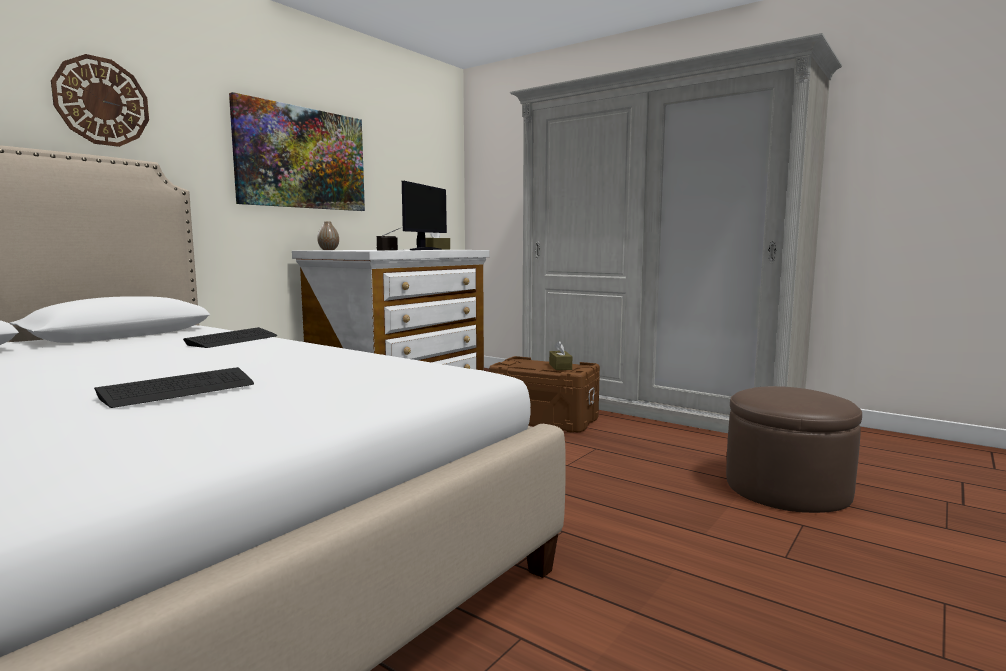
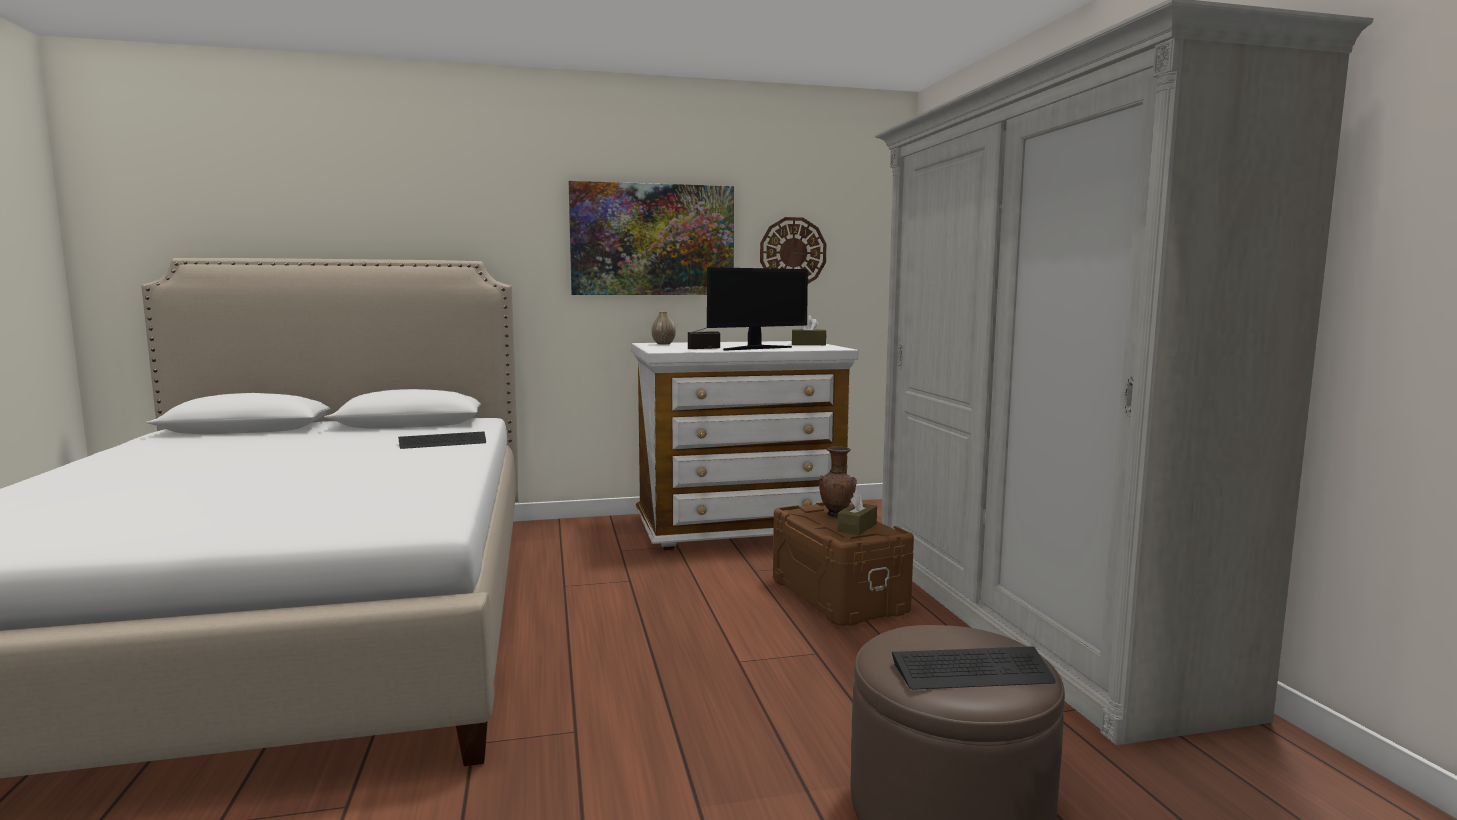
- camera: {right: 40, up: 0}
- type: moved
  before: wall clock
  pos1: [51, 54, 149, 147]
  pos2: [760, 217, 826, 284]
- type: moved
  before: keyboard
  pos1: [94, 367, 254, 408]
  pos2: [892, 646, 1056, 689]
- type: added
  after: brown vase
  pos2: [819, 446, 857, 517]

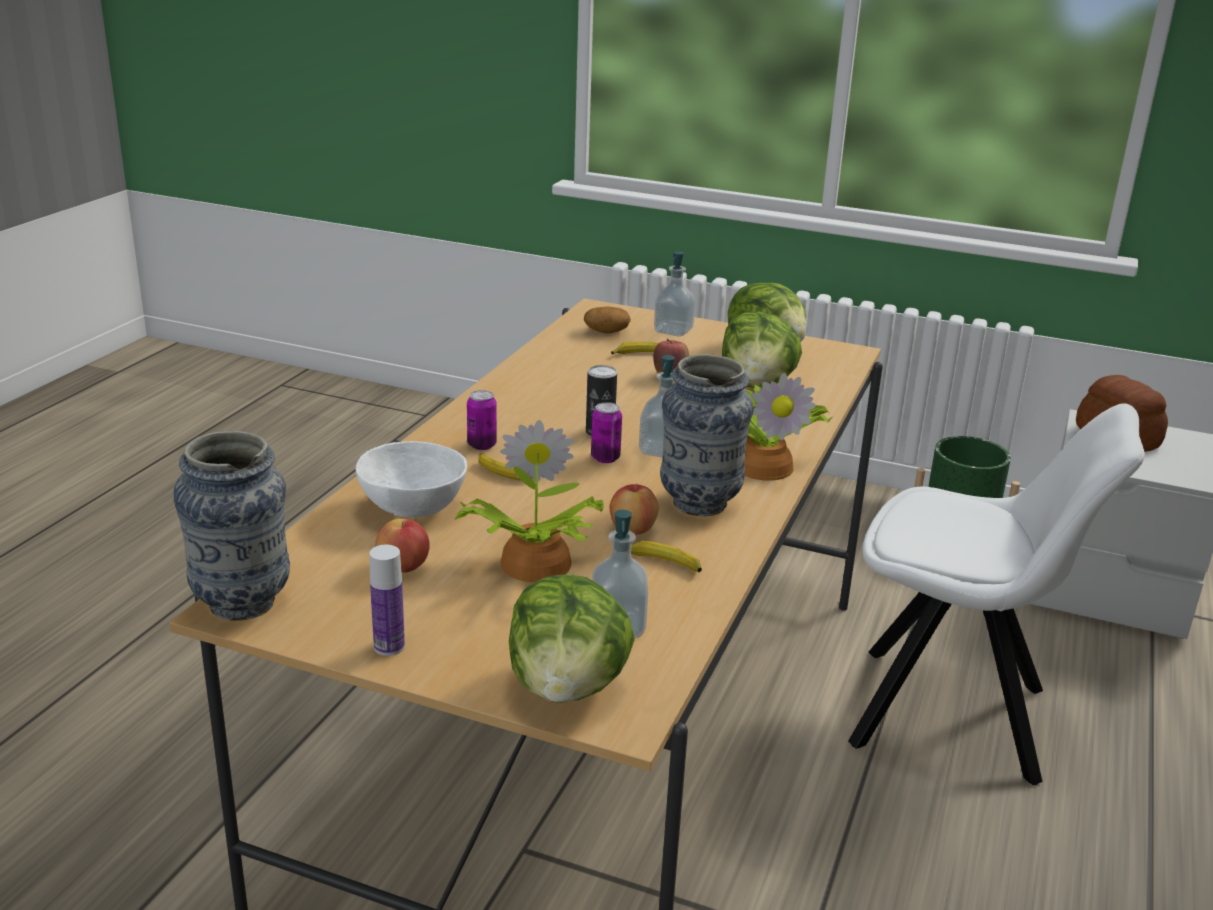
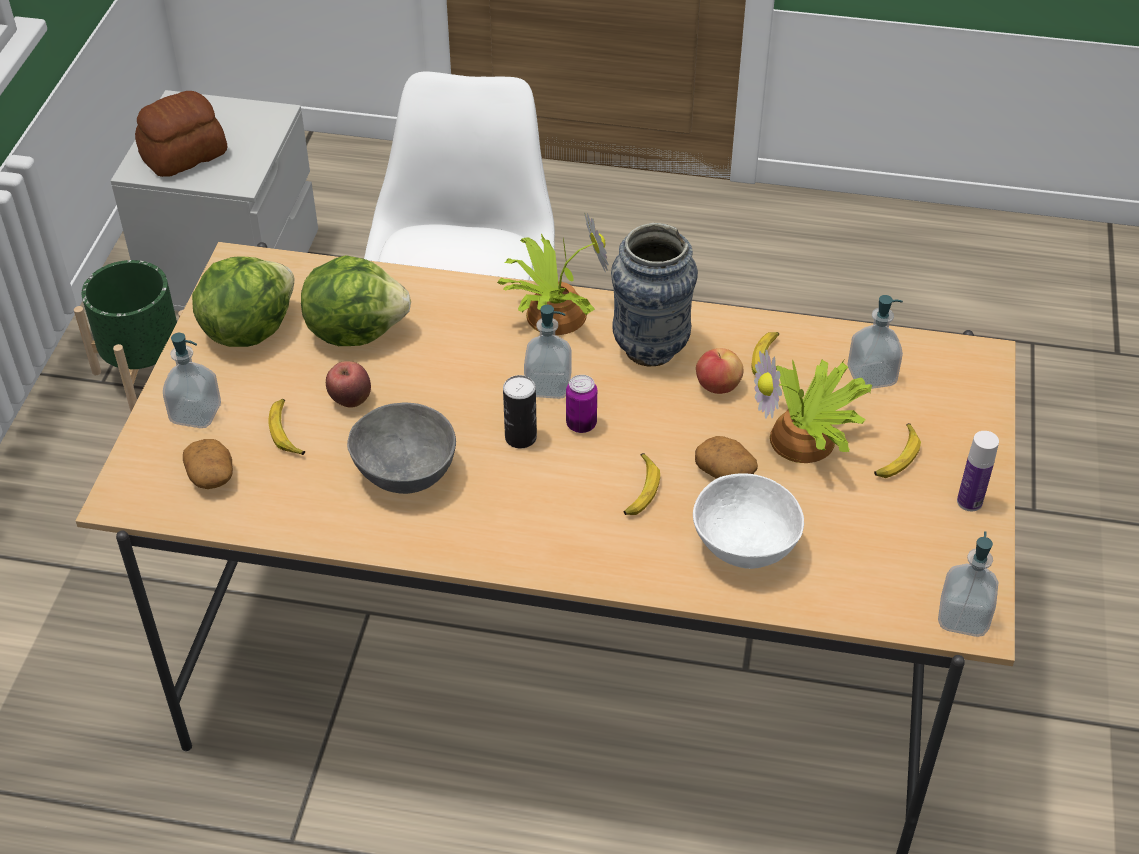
- camera: {right: -100, up: 20}
- type: removed
  before: can
  pos1: [467, 390, 497, 450]
- type: replaced
  before: vase
  after: soap dispenser
  pos1: [173, 431, 290, 621]
  pos2: [938, 531, 998, 637]
- type: removed
  before: apple
  pos1: [375, 519, 430, 573]
- type: removed
  before: lettuce
  pos1: [509, 574, 635, 703]
- type: added
  after: grey bowl
  pos2: [347, 403, 456, 494]
- type: added
  after: banana
  pos2: [874, 423, 921, 478]
- type: added
  after: potato
  pos2: [695, 436, 758, 479]

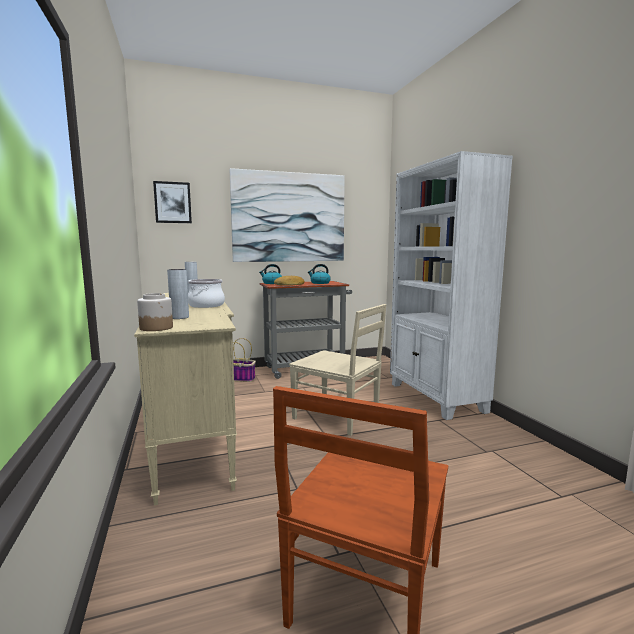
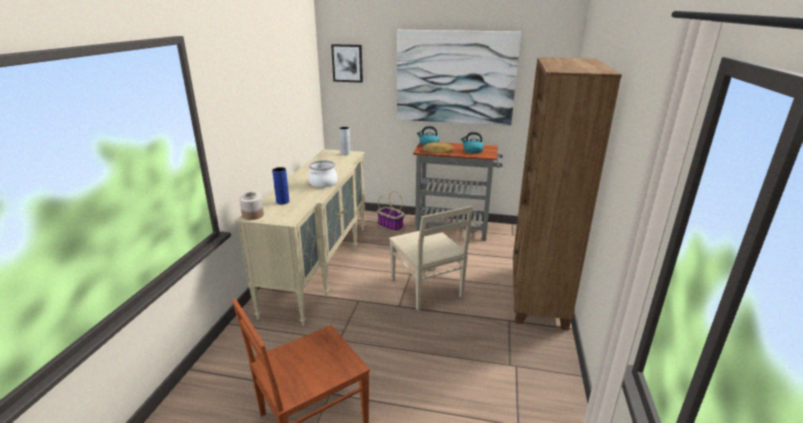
- camera: {right: 30, up: 15}
- type: recoloured
  before: white bookcase
  after: brown bookcase
  pos1: [390, 151, 513, 420]
  pos2: [513, 57, 622, 330]
- type: recoloured
  before: grey vase
  after: blue vase
  pos1: [167, 269, 189, 319]
  pos2: [272, 167, 289, 204]

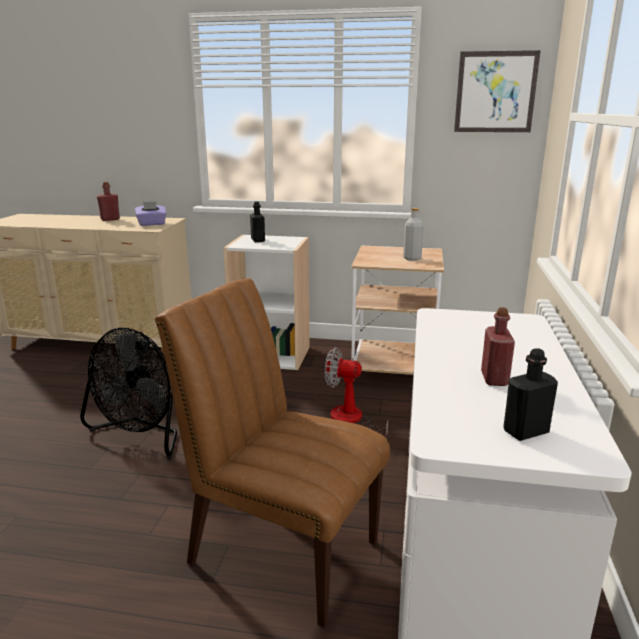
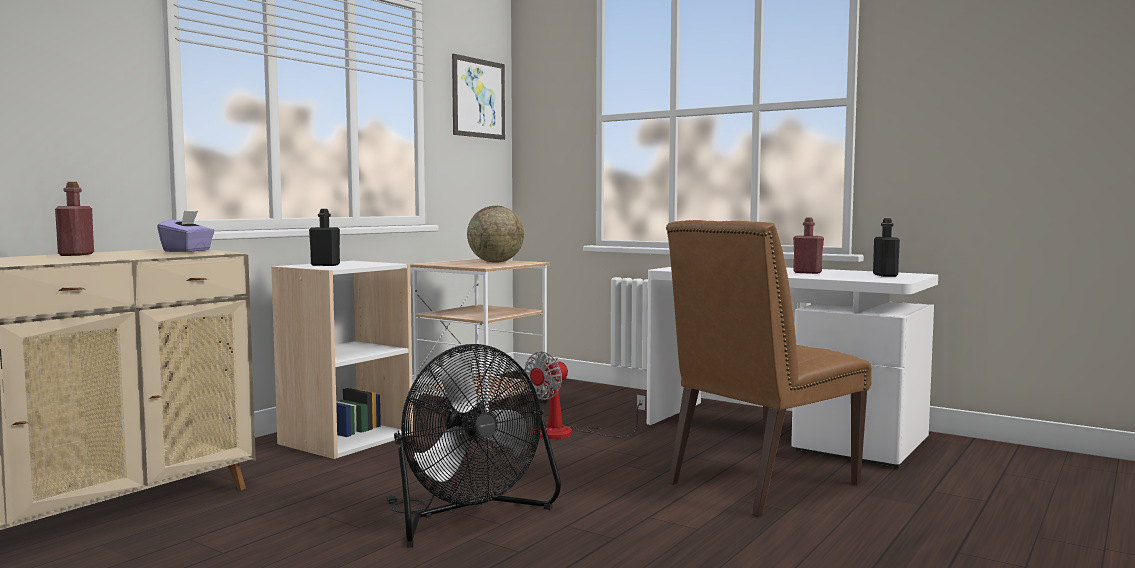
- camera: {right: -65, up: -15}
- type: replaced
  before: grey bottle
  after: globe
  pos1: [403, 208, 424, 260]
  pos2: [467, 206, 524, 263]

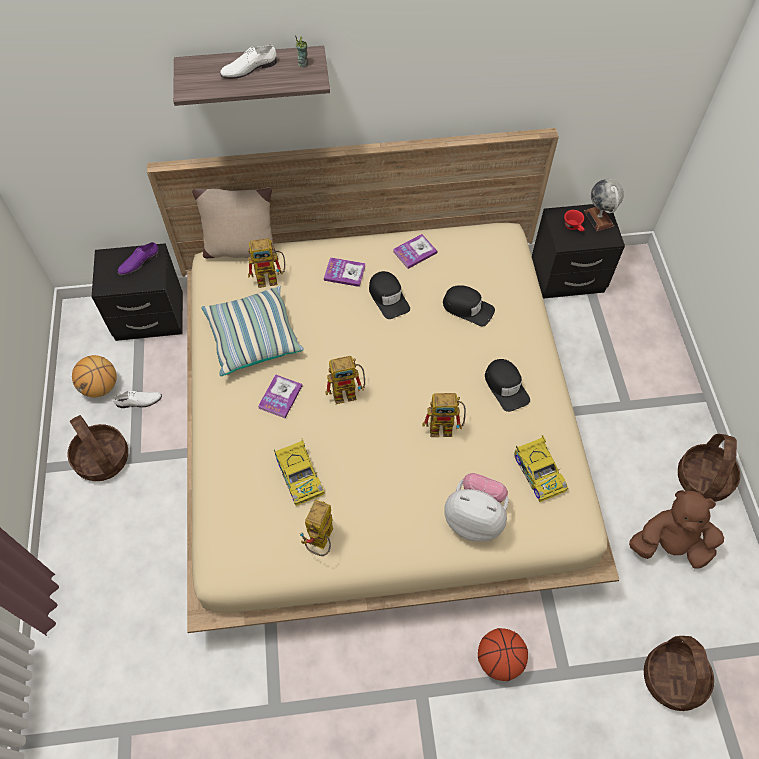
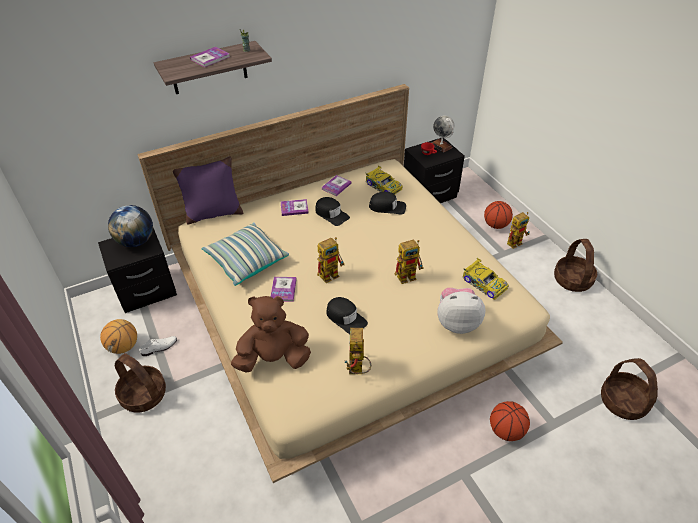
- camera: {right: -20, up: -15}
- type: replaced
  before: white shoe
  after: book
  pos1: [220, 45, 277, 79]
  pos2: [190, 47, 230, 67]
- type: recoloured
  before: beige pillow
  after: purple pillow
  pos1: [192, 187, 278, 262]
  pos2: [173, 157, 244, 224]
- type: moved
  before: toy robot
  pos1: [248, 238, 285, 288]
  pos2: [507, 212, 530, 249]
- type: replaced
  before: purple shoe
  after: globe
  pos1: [118, 242, 159, 275]
  pos2: [108, 205, 153, 247]
- type: moved
  before: black cap
  pos1: [485, 359, 530, 412]
  pos2: [326, 297, 368, 334]
- type: moved
  before: toy car
  pos1: [274, 439, 325, 506]
  pos2: [366, 166, 403, 195]
- type: moved
  before: brown plush toy
  pos1: [629, 490, 724, 569]
  pos2: [231, 296, 311, 373]
- type: added
  after: basketball
  pos2: [484, 201, 513, 229]

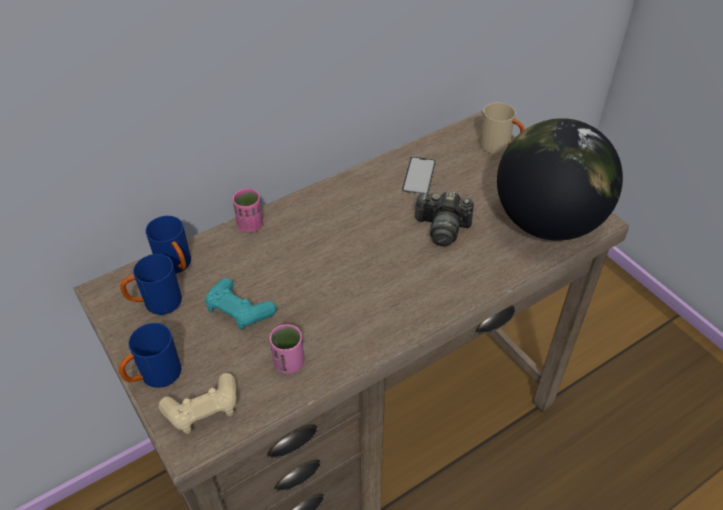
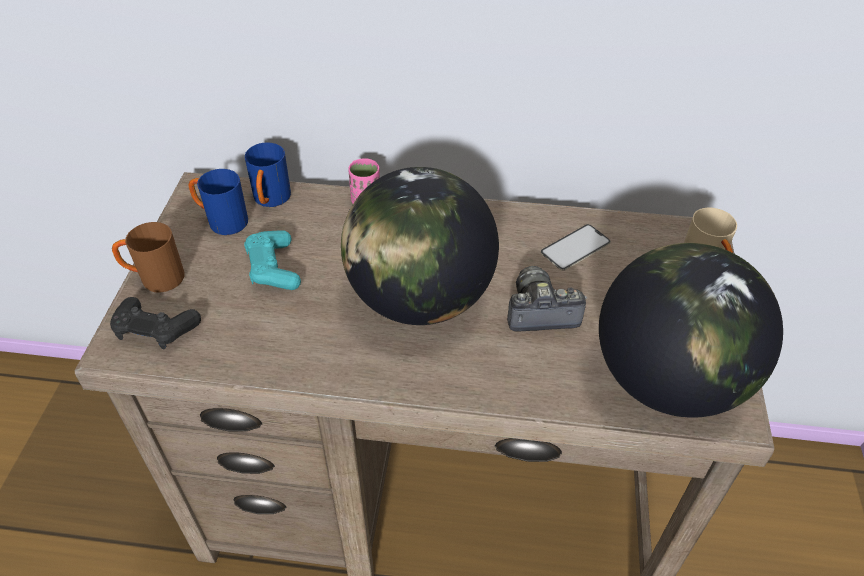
- camera: {right: 40, up: 0}
- type: turned
  before: photo camera
  pos1: [414, 191, 474, 247]
  pos2: [507, 266, 587, 332]
  turn: 120
- type: recoloured
  before: blue mug
  after: brown mug
  pos1: [119, 323, 182, 388]
  pos2: [112, 222, 184, 293]
- type: removed
  before: pink cup
  pos1: [270, 324, 304, 374]
- type: recoloured
  before: beige game controller
  after: black game controller
  pos1: [158, 373, 237, 434]
  pos2: [110, 297, 201, 349]
- type: added
  after: globe
  pos2: [341, 167, 499, 325]

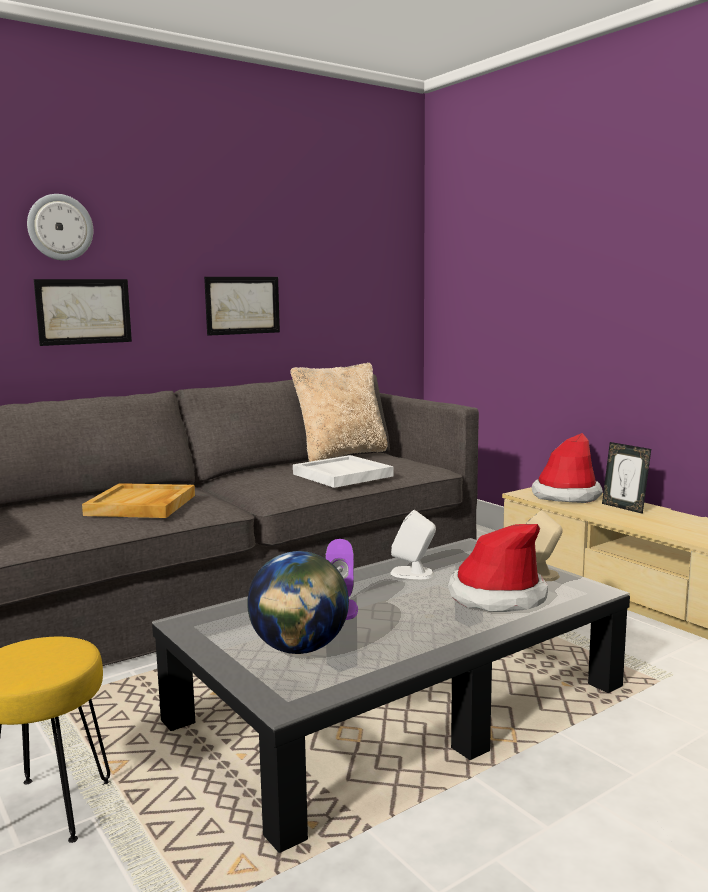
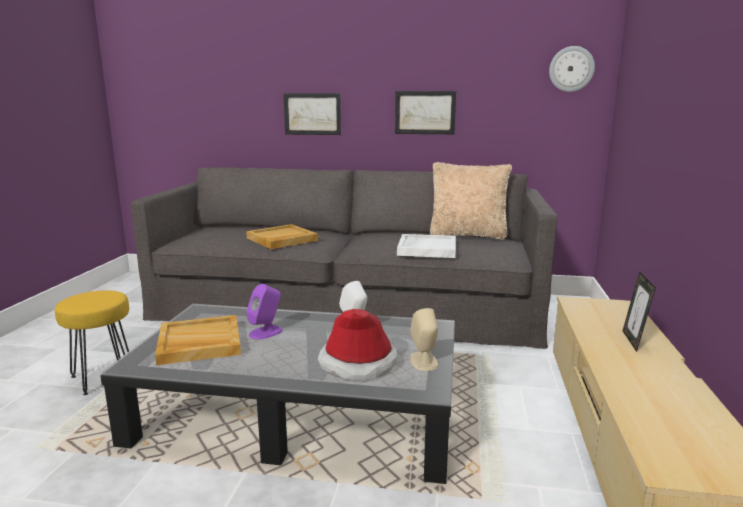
- camera: {right: 45, up: 5}
- type: moved
  before: wall clock
  pos1: [27, 194, 93, 261]
  pos2: [549, 46, 595, 92]
- type: removed
  before: hat
  pos1: [532, 433, 603, 503]
- type: replaced
  before: globe
  after: beige tray
  pos1: [247, 551, 349, 654]
  pos2: [155, 315, 241, 365]

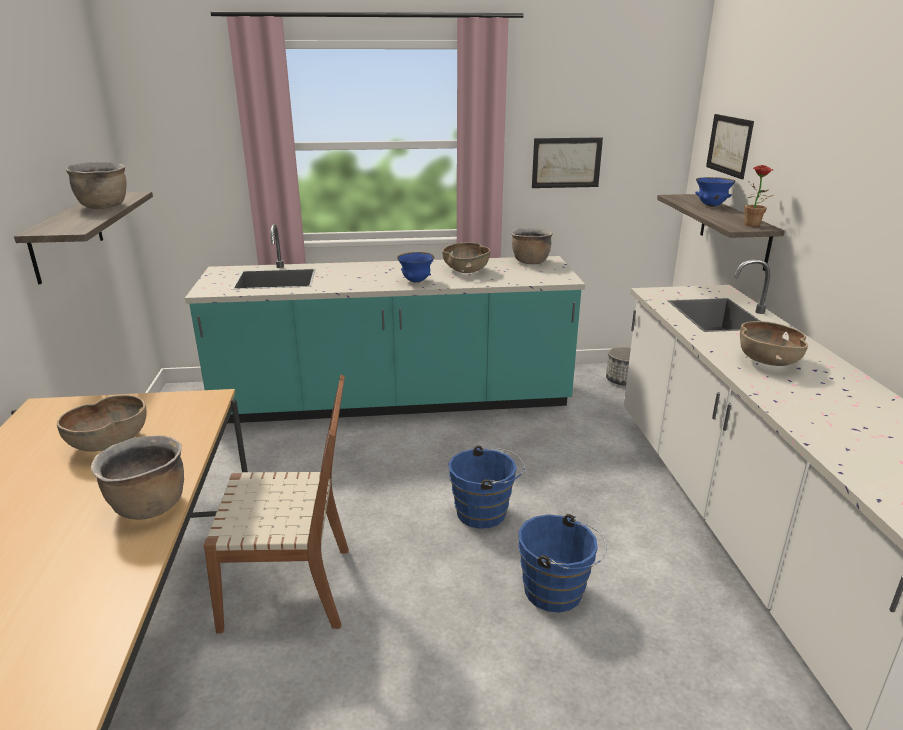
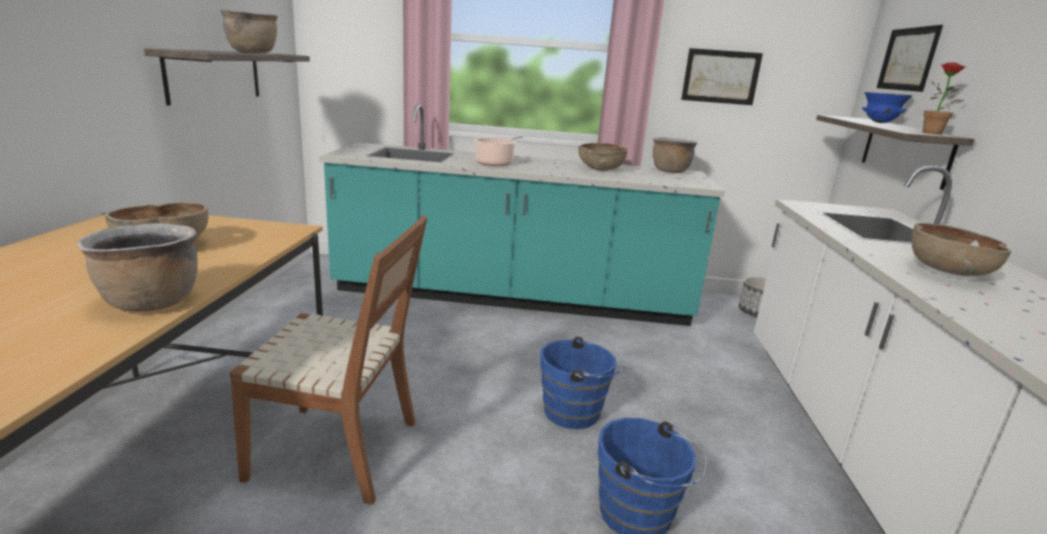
- camera: {right: 10, up: -5}
- type: removed
  before: blue bowl
  pos1: [397, 252, 434, 282]
- type: added
  after: cooking pot
  pos2: [474, 135, 523, 166]

